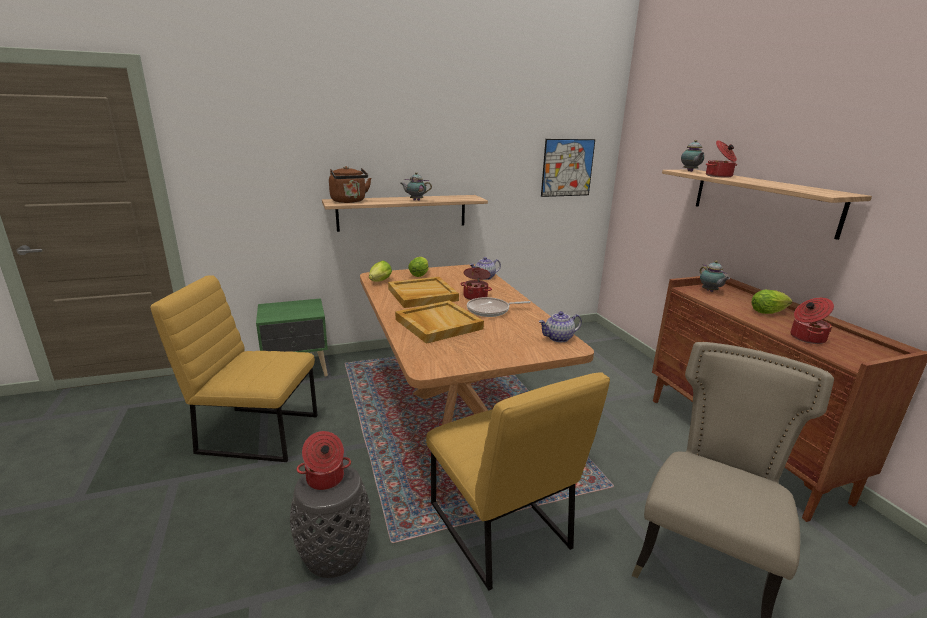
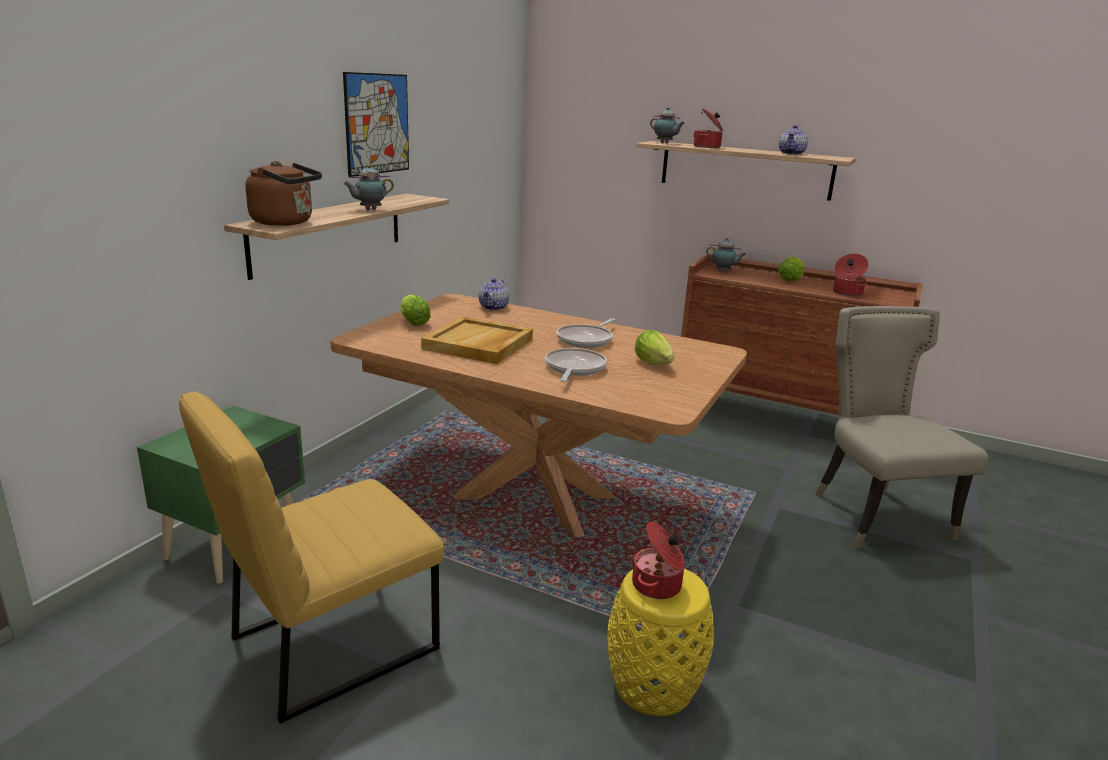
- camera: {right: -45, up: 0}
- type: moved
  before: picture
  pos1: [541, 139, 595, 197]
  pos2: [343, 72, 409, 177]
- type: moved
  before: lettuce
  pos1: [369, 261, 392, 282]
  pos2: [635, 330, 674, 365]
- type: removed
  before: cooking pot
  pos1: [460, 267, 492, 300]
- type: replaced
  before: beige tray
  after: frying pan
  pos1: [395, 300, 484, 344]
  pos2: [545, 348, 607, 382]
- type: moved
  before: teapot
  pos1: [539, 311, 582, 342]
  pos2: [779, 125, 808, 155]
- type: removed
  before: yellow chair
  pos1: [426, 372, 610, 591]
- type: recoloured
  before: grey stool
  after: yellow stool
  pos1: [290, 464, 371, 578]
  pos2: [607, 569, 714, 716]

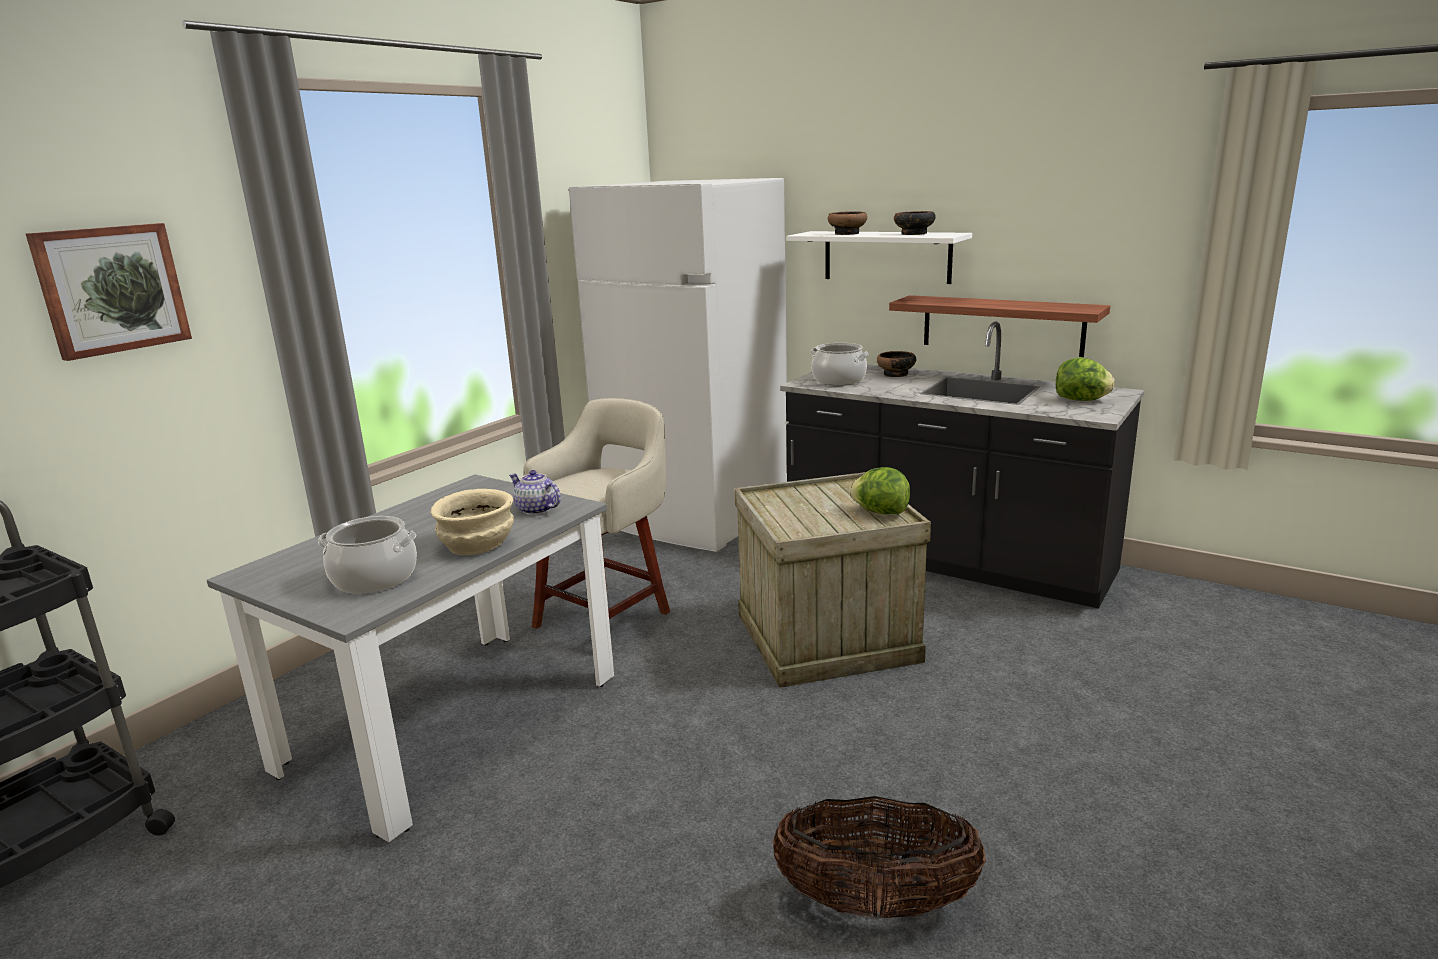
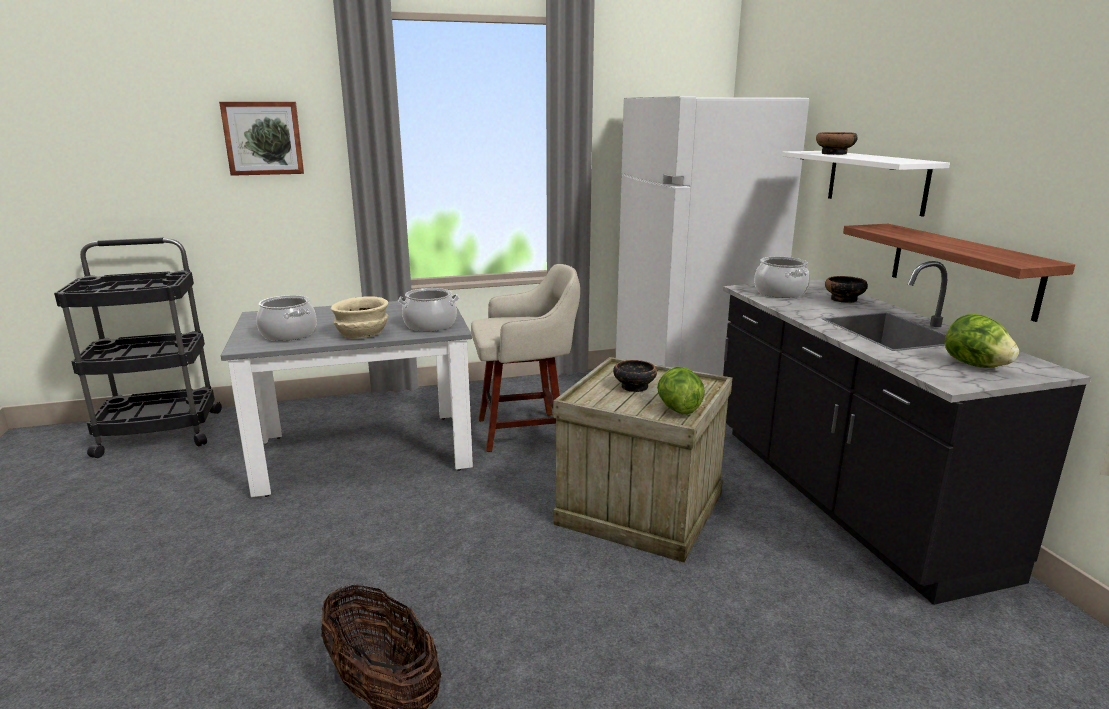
- camera: {right: 40, up: 0}
- type: moved
  before: bowl
  pos1: [894, 211, 936, 235]
  pos2: [613, 360, 657, 392]
- type: replaced
  before: teapot
  after: cooking pot
  pos1: [509, 470, 561, 515]
  pos2: [398, 288, 459, 331]

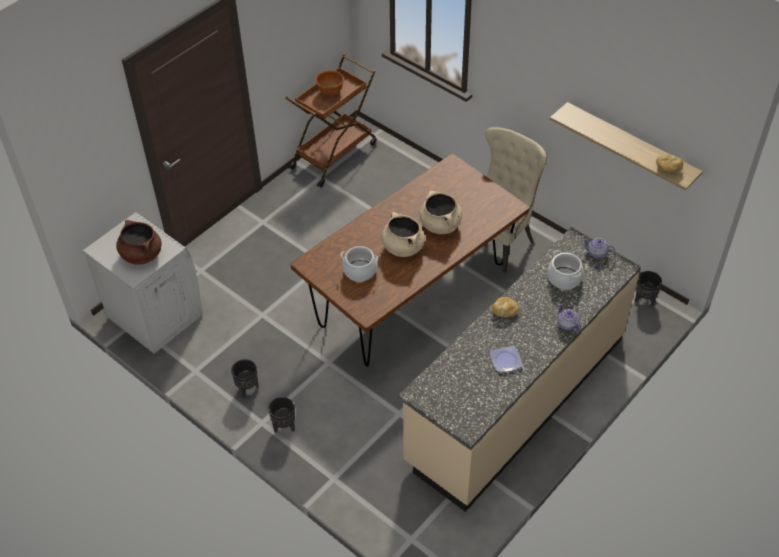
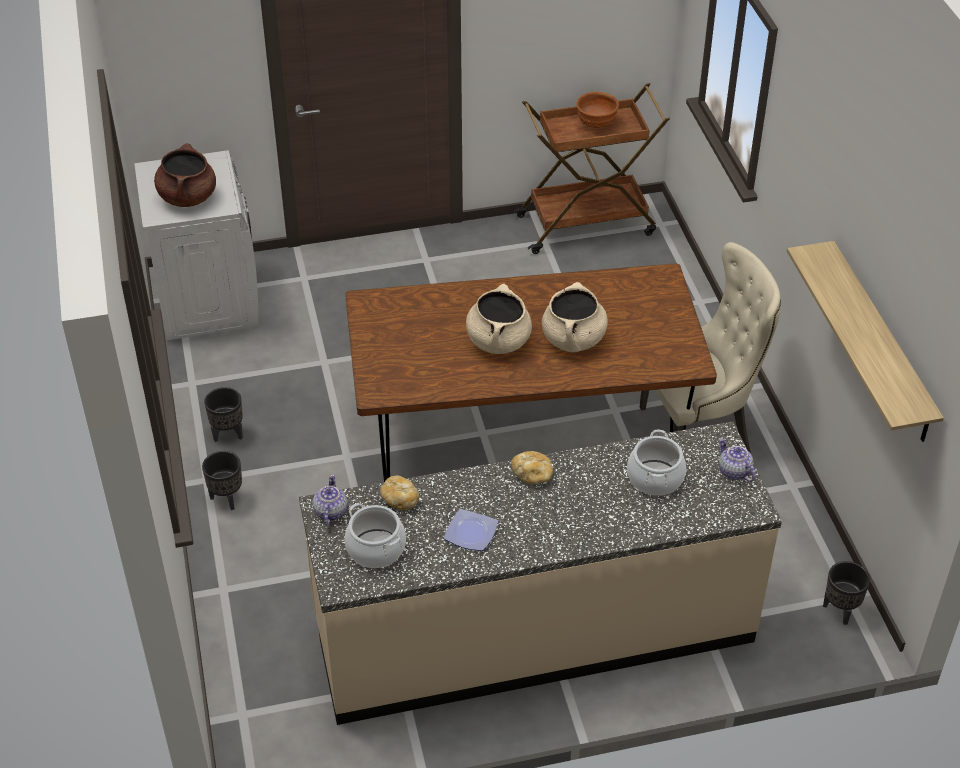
- camera: {right: 35, up: -5}
- type: moved
  before: bread
  pos1: [656, 155, 683, 172]
  pos2: [380, 476, 419, 510]
- type: moved
  before: cooking pot
  pos1: [340, 246, 378, 282]
  pos2: [345, 503, 406, 568]
- type: moved
  before: teapot
  pos1: [557, 303, 581, 332]
  pos2: [313, 474, 347, 526]

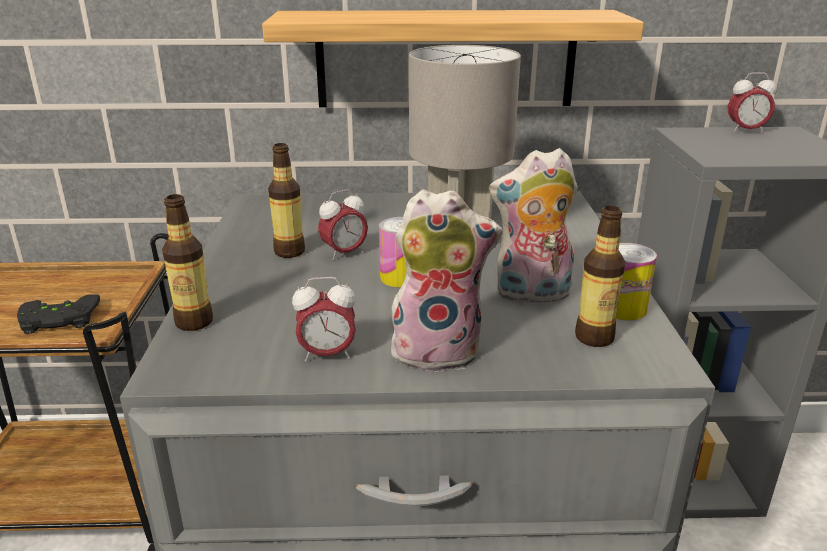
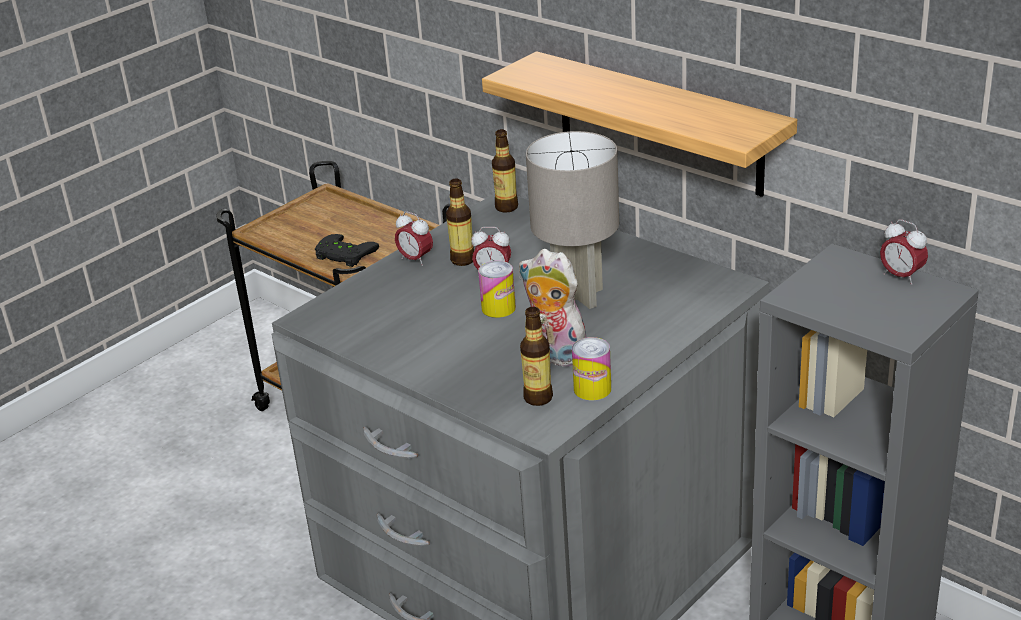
- camera: {right: 45, up: 5}
- type: removed
  before: plush toy
  pos1: [385, 189, 503, 373]
- type: moved
  before: bottle
  pos1: [162, 194, 213, 331]
  pos2: [492, 129, 518, 213]
- type: moved
  before: alarm clock
  pos1: [292, 277, 356, 362]
  pos2: [395, 211, 433, 266]

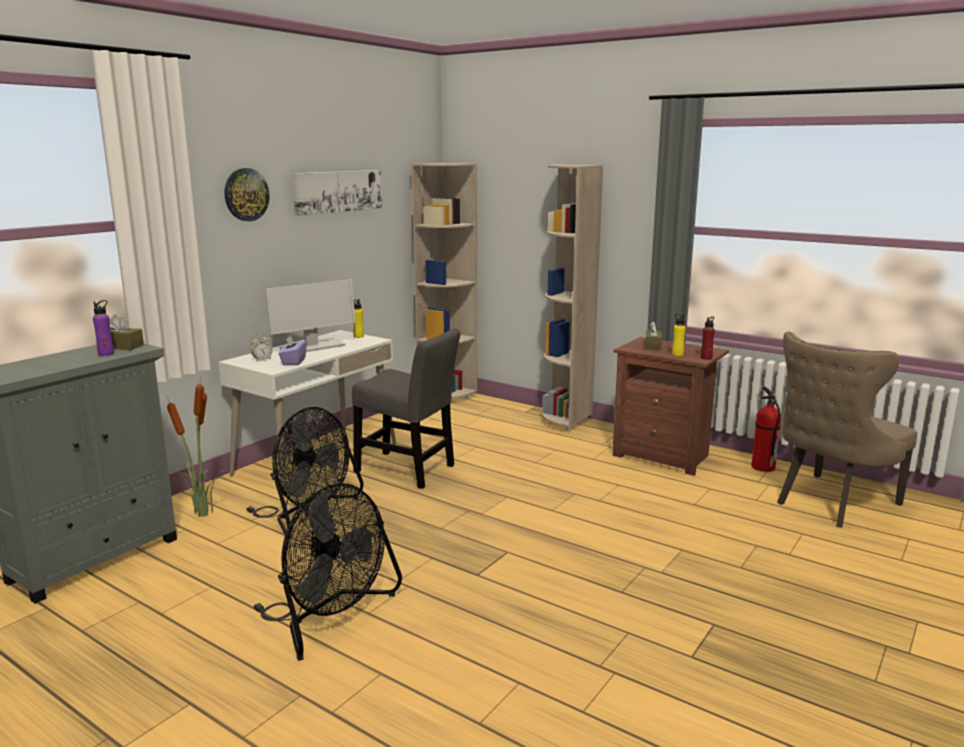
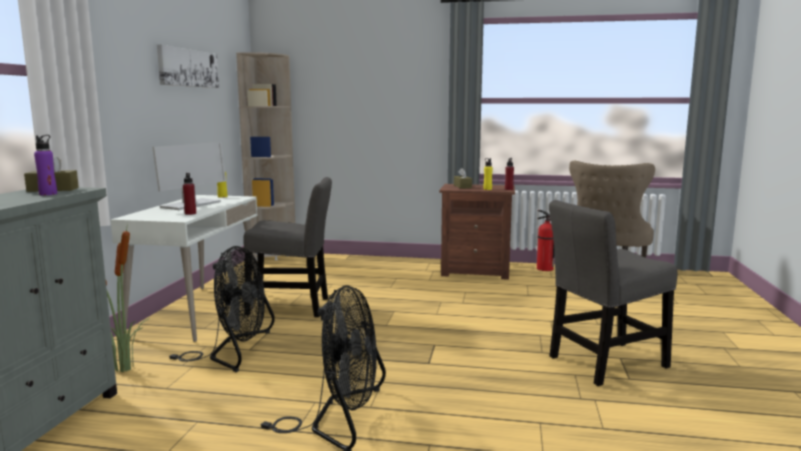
- camera: {right: -25, up: -5}
- type: removed
  before: beige bookcase
  pos1: [542, 165, 603, 431]
- type: removed
  before: wall clock
  pos1: [225, 168, 269, 221]
- type: removed
  before: alarm clock
  pos1: [251, 334, 273, 361]
- type: replaced
  before: purple tissue box
  after: red bottle
  pos1: [278, 335, 307, 365]
  pos2: [183, 173, 196, 215]
- type: added
  after: grey chair
  pos2: [549, 200, 677, 386]

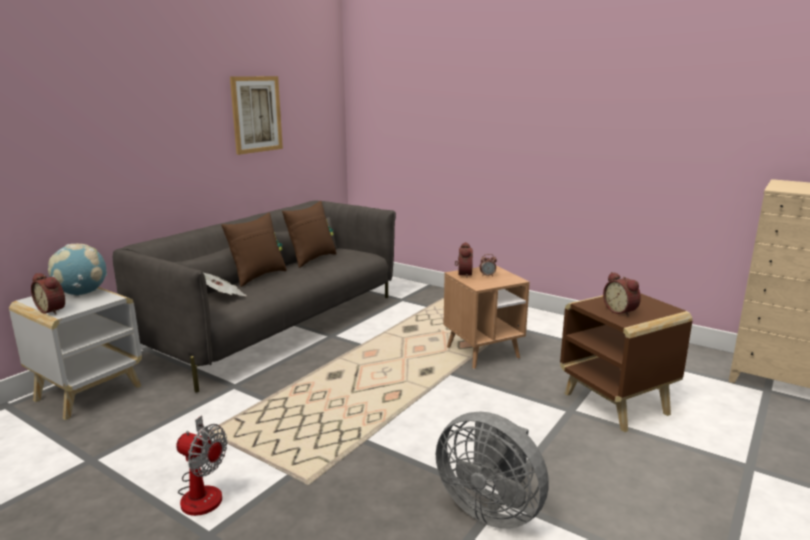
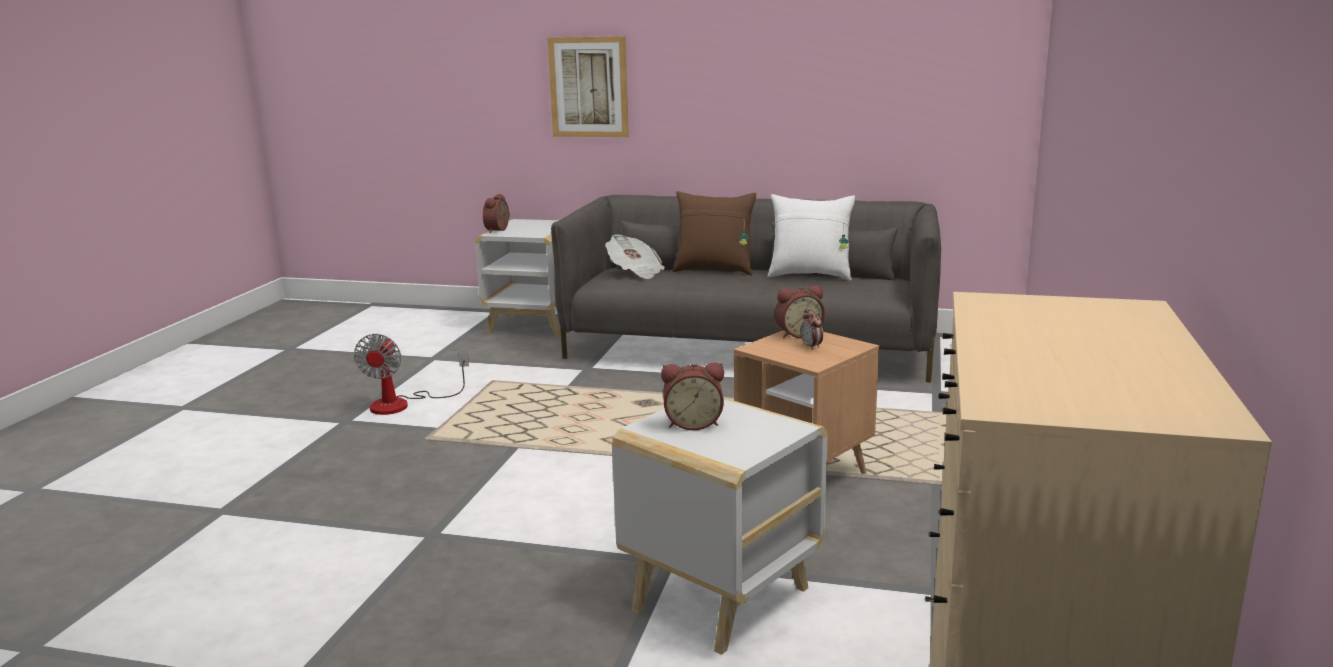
- camera: {right: 70, up: 0}
- type: moved
  before: picture
  pos1: [230, 76, 283, 155]
  pos2: [547, 36, 629, 137]
- type: recoloured
  before: brown pillow
  after: white pillow
  pos1: [282, 201, 337, 268]
  pos2: [768, 194, 855, 281]
- type: removed
  before: globe
  pos1: [48, 244, 107, 296]
- type: turned
  before: alarm clock
  pos1: [603, 272, 641, 317]
  pos2: [661, 363, 724, 430]
  turn: -135
- type: recoloured
  before: brown side table
  after: white side table
  pos1: [560, 293, 693, 432]
  pos2: [612, 398, 828, 655]
- type: removed
  before: grey fan
  pos1: [436, 412, 548, 529]

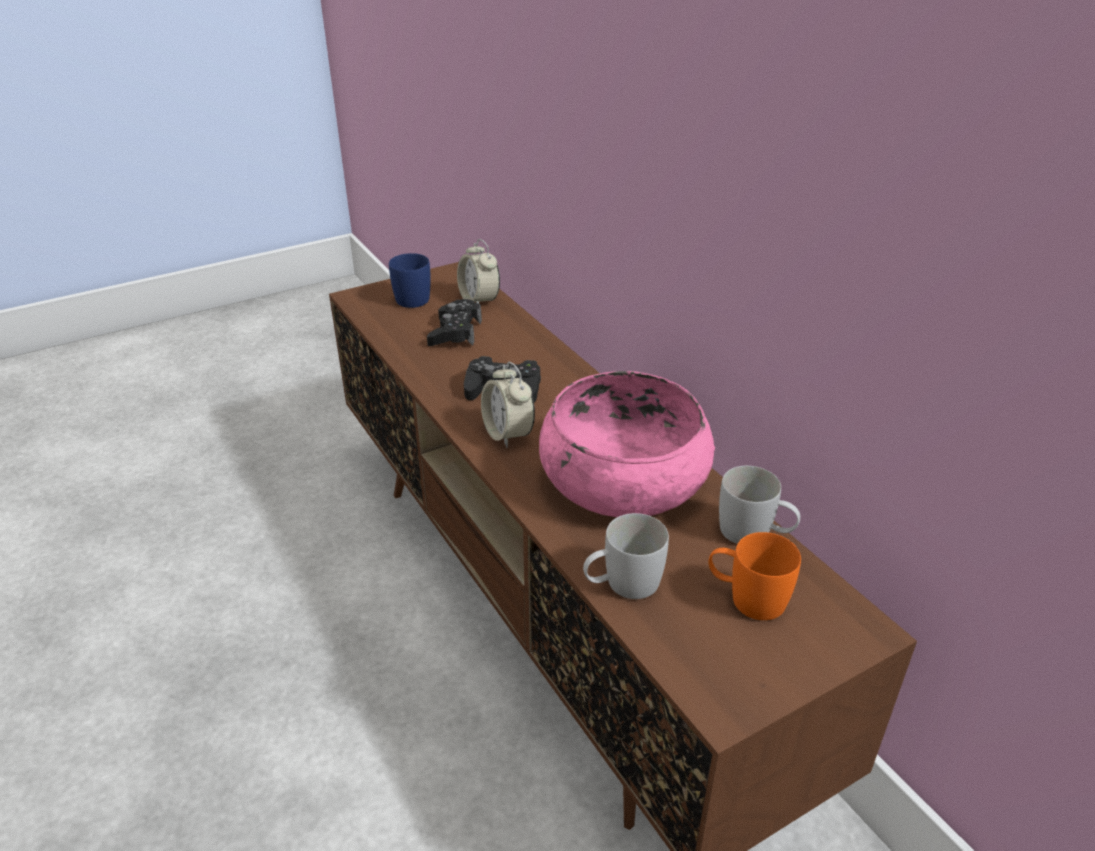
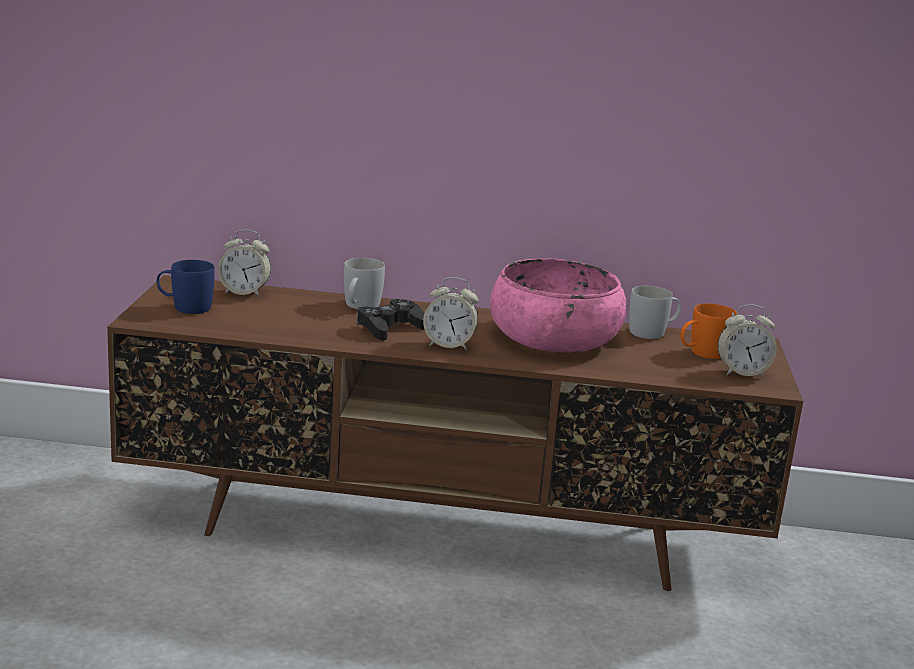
- camera: {right: -55, up: -15}
- type: removed
  before: black game controller
  pos1: [427, 299, 482, 346]
- type: moved
  before: white mug
  pos1: [583, 513, 669, 599]
  pos2: [344, 258, 385, 309]
- type: added
  after: alarm clock
  pos2: [718, 304, 777, 377]

